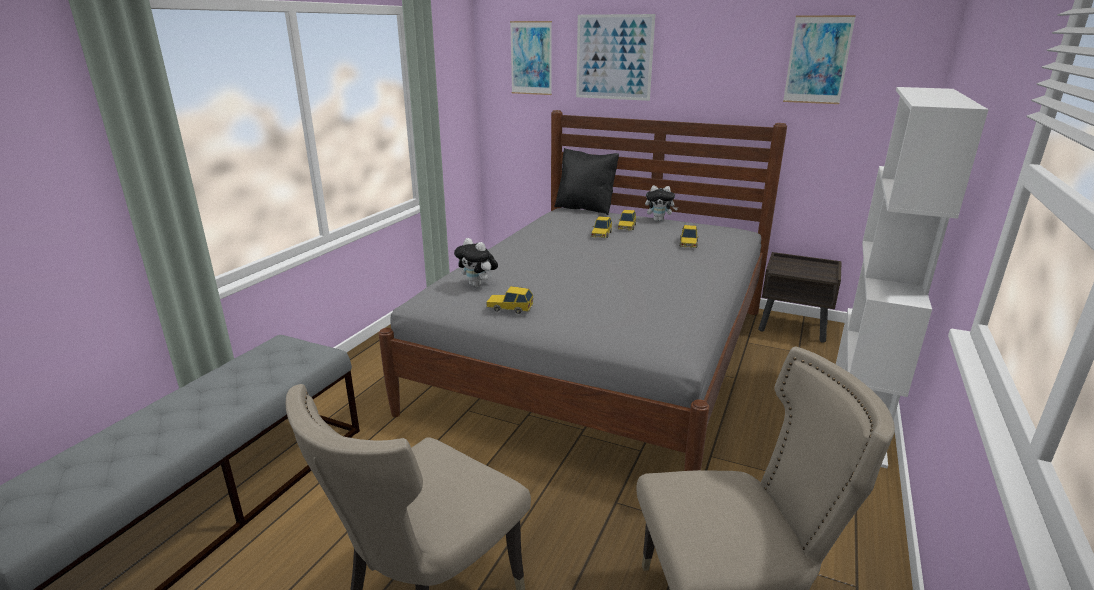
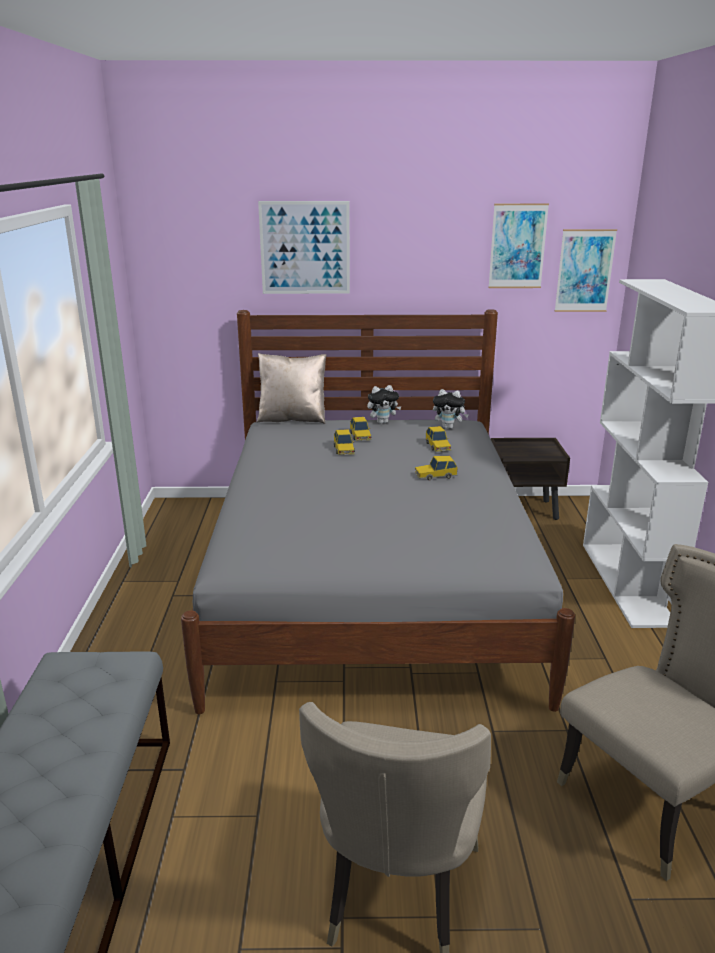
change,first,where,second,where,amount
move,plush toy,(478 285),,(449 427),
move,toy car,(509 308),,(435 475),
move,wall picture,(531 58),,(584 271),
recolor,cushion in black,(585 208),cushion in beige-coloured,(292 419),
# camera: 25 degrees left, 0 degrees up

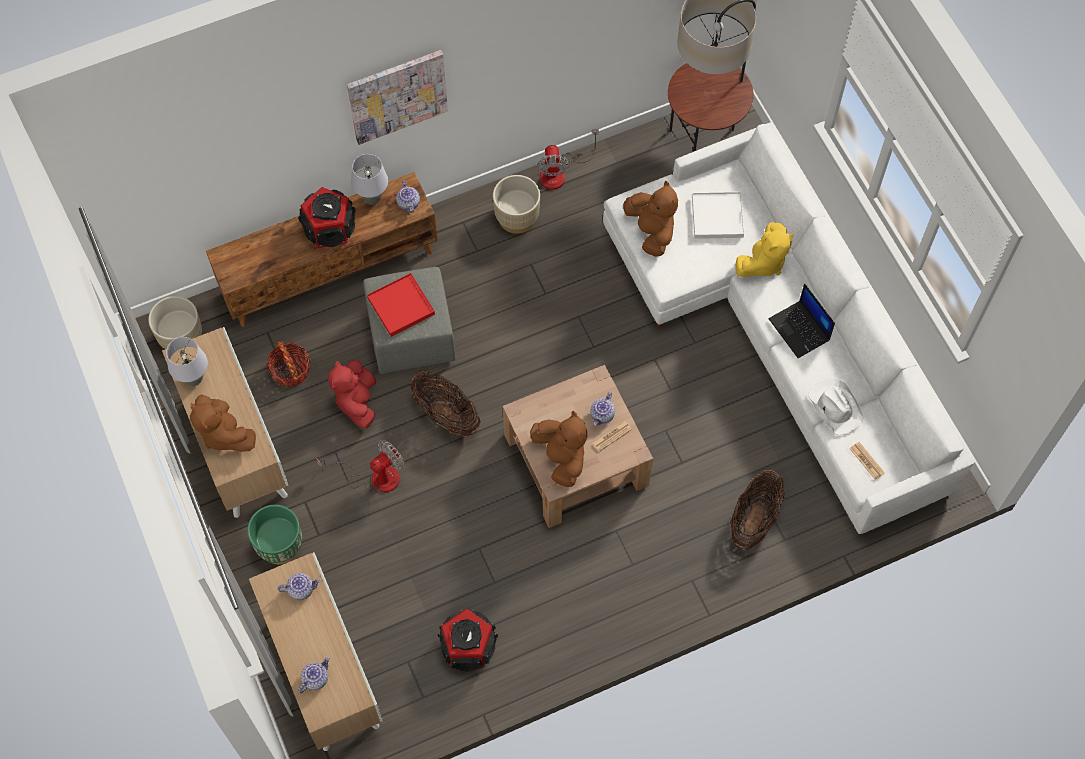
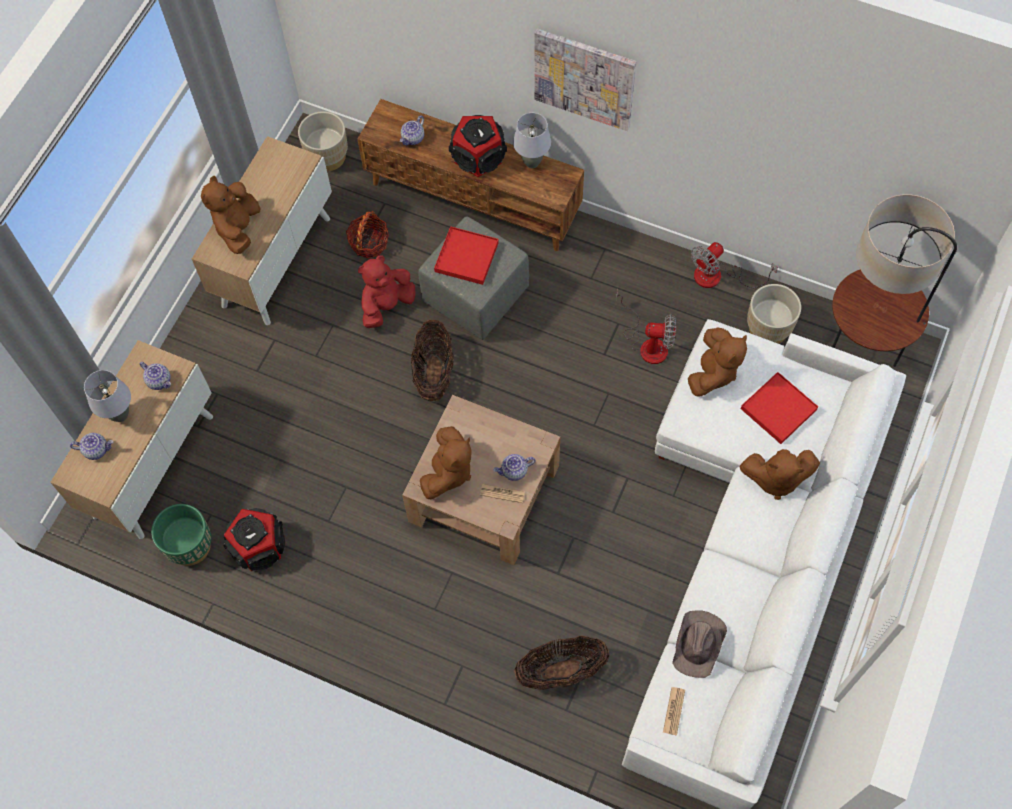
change,first,where,second,where,amount
delete,notebook computer,(800 330),,,
move,lamp for a table in gray,(194 379),,(120 415),
move,planter in greenish,(279 545),,(189 546),
move,cooling fan,(374 477),,(647 343),
move,tea pot,(409 203),,(413 138),
move,planter in beige-coloured,(517 217),,(768 328),
recolor,serving tray in white-coloured,(717 216),serving tray in red,(778 409),
recolor,plush toy in yellow-coloured,(763 262),plush toy in brown,(775 478),
recolor,hat in white-coloured,(835 406),hat in brown,(699 643),
# camera: 50 degrees right, 0 degrees up

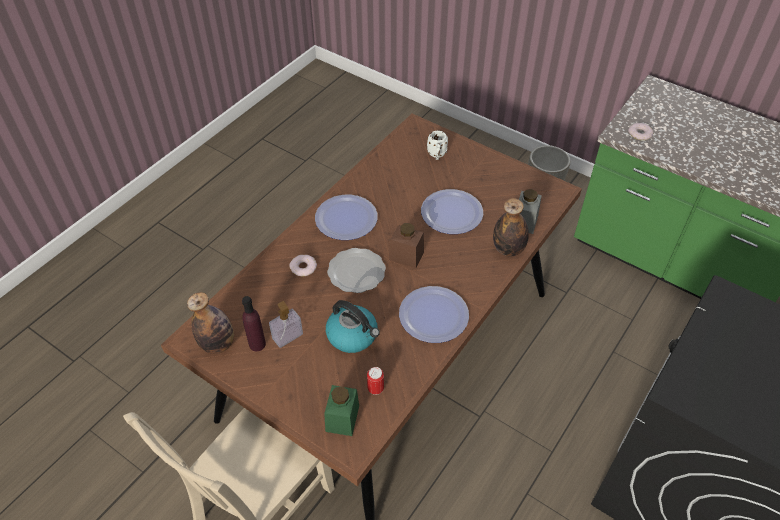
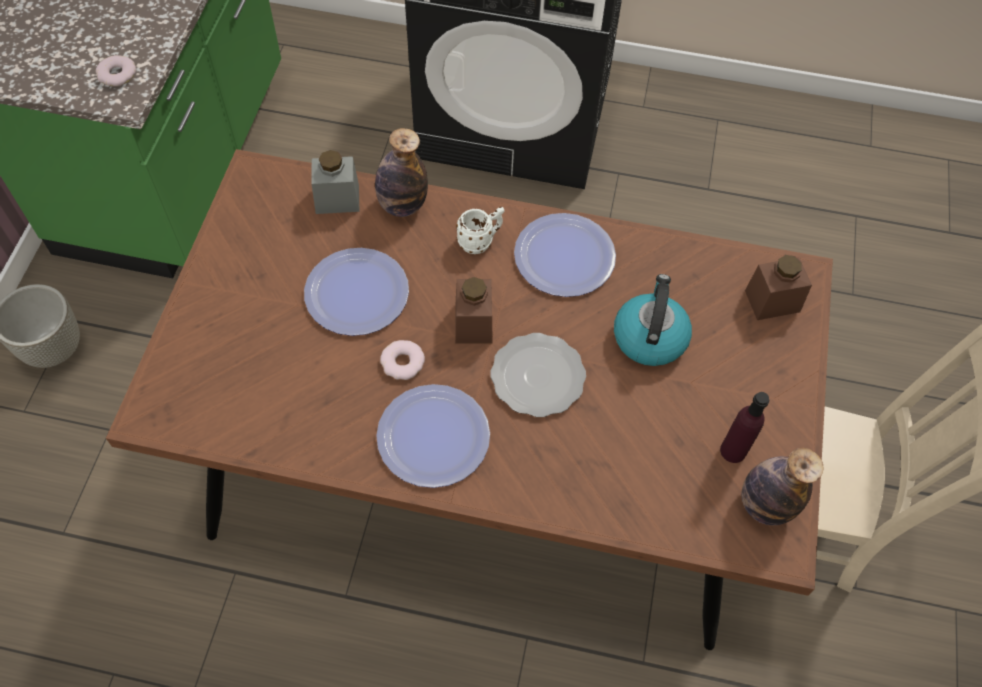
change,first,where,second,where,amount
delete,soap bottle,(287 336),,,
delete,can,(375 389),,,
move,doughnut,(303 267),,(403 362),
move,mug in white-coloured,(437 155),,(480 241),
recolor,storage jar in greenish,(342 418),storage jar in brown,(772 301),
# camera: 115 degrees left, 10 degrees up

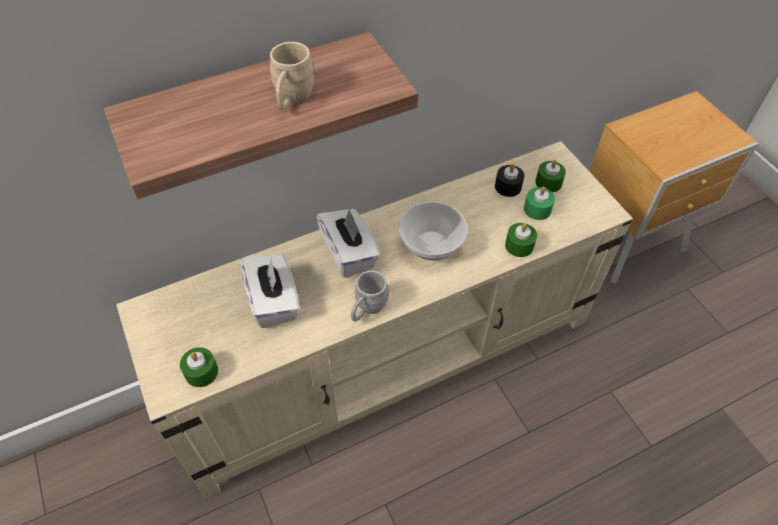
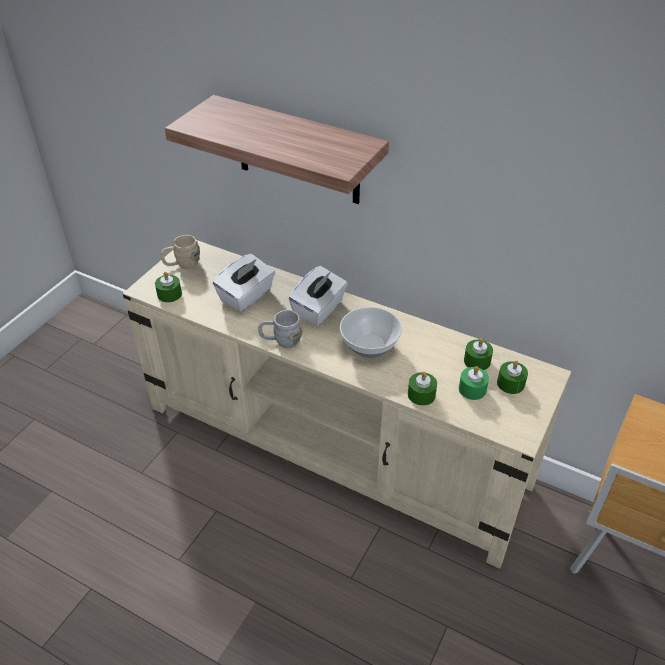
change,first,where,second,where,amount
move,mug in beige-coloured,(292 99),,(182 264),
recolor,wax light in black,(508 186),wax light in greenish,(477 361),
# camera: 55 degrees right, 10 degrees down

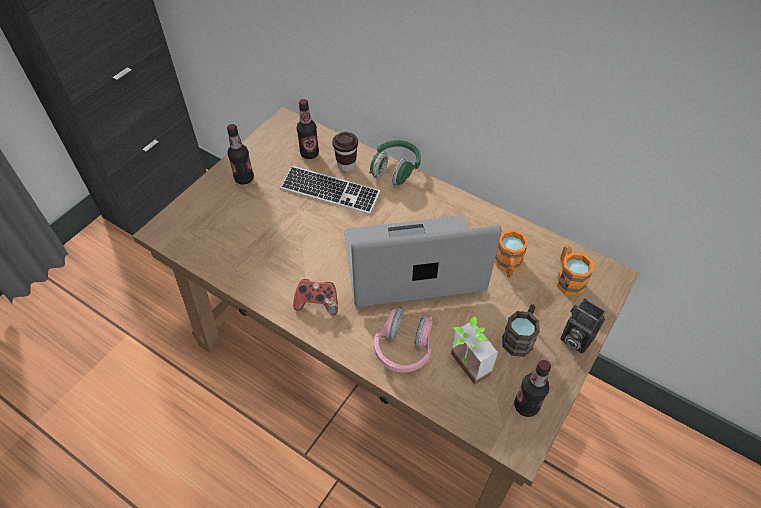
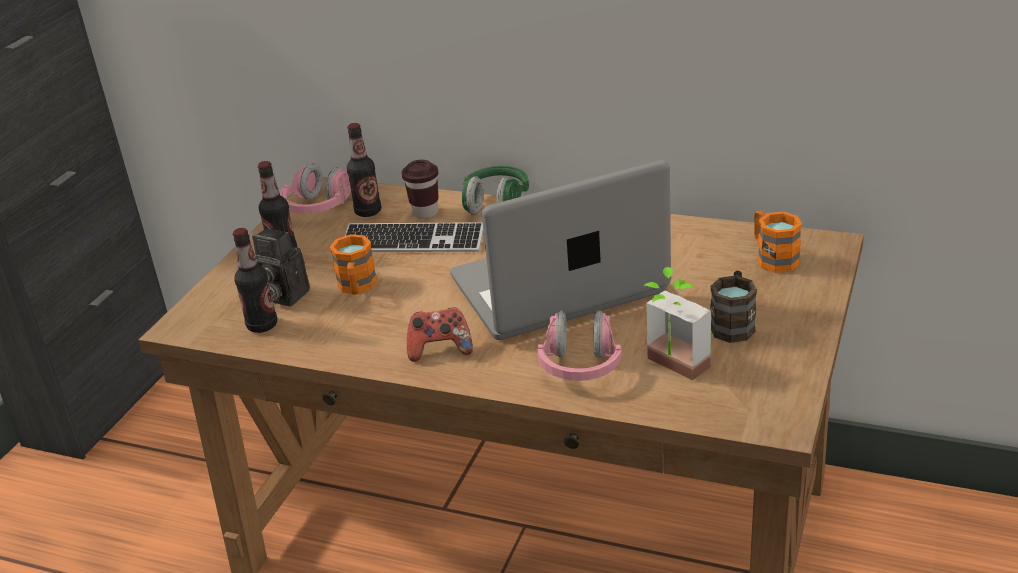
change,first,where,second,where,amount
insert,,,pair of headphones in pink-coloured,(318 208),
move,mug in orange,(508 266),,(357 288),
move,bottle,(526 406),,(262 325),
move,photo camera,(574 338),,(283 296),
# camera: 10 degrees left, 20 degrees down

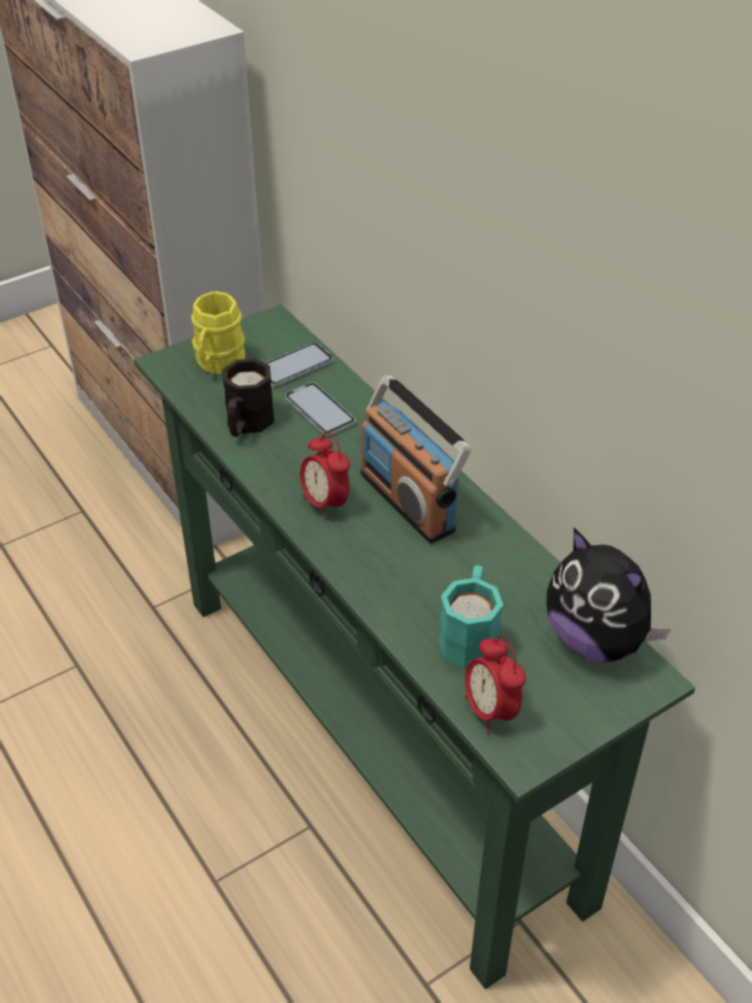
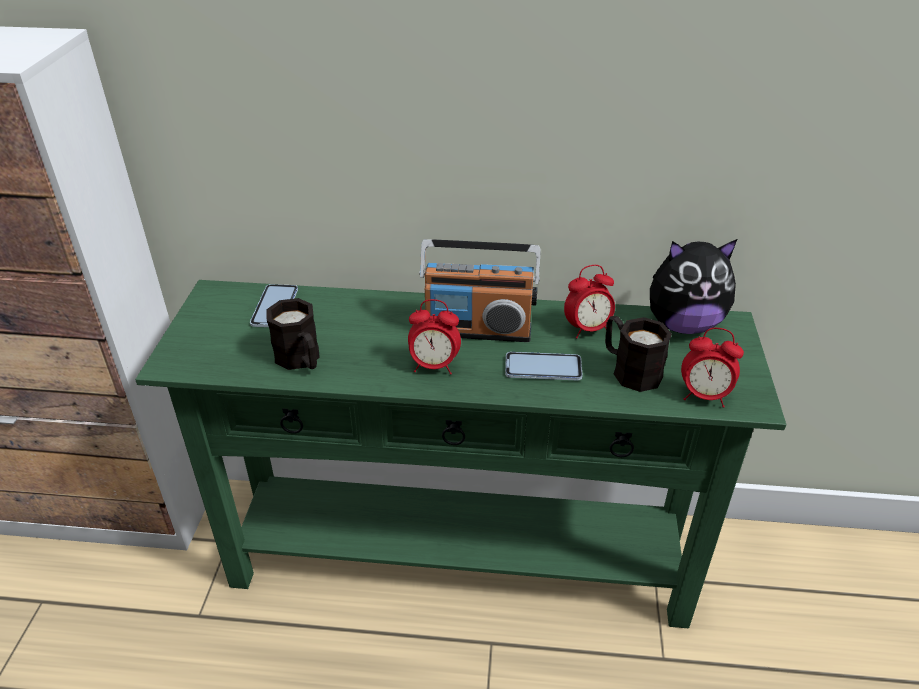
change,first,where,second,where,amount
delete,mug in yellow-coloured,(217 363),,,
insert,,,table clock,(587 329),
move,phone,(320 411),,(543 368),
recolor,mug in turquoise-coloured,(470 635),mug in black,(629 369),
# camera: 50 degrees left, 5 degrees down

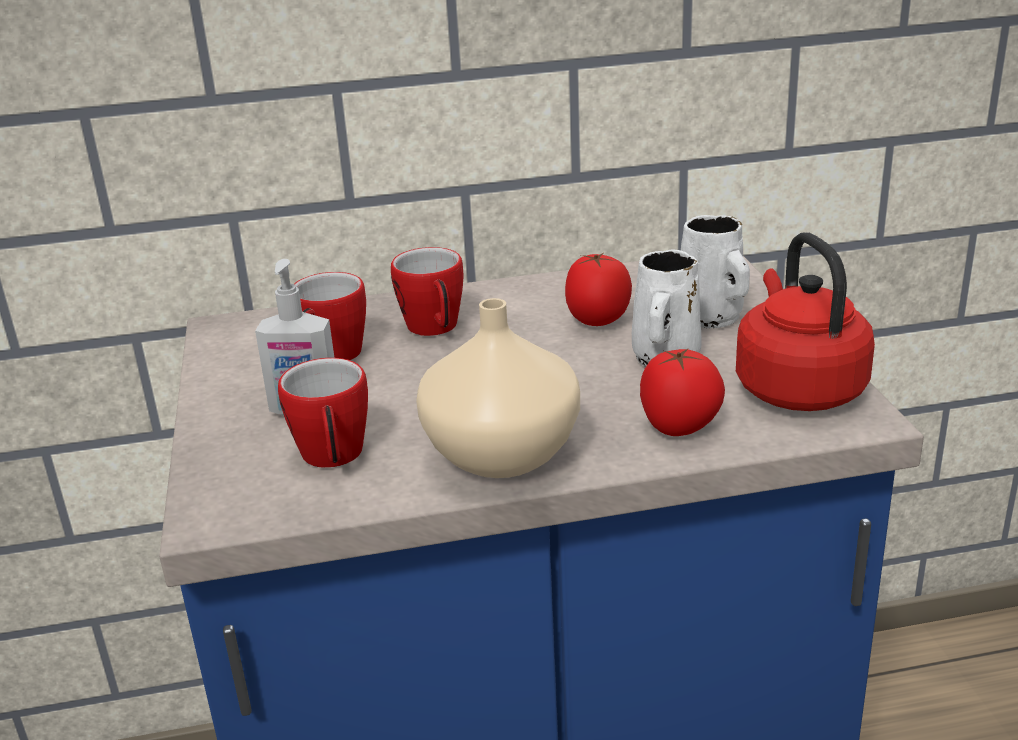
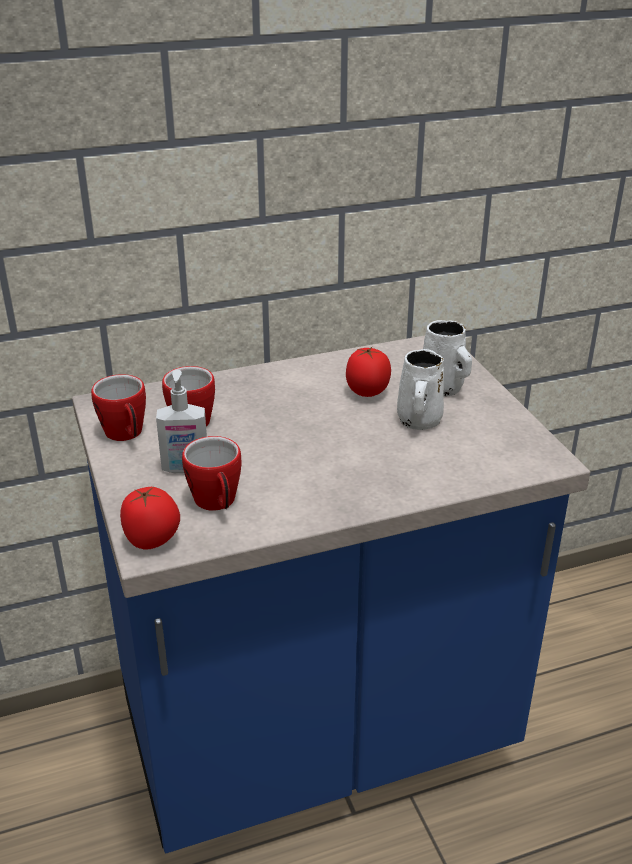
change,first,where,second,where,amount
delete,decorative vase in beige-coloured,(503 452),,,
delete,tea kettle in red,(796 387),,,
move,mug,(435 330),,(126 435),
move,whole tomato,(680 427),,(152 540),
# camera: 10 degrees left, 5 degrees up

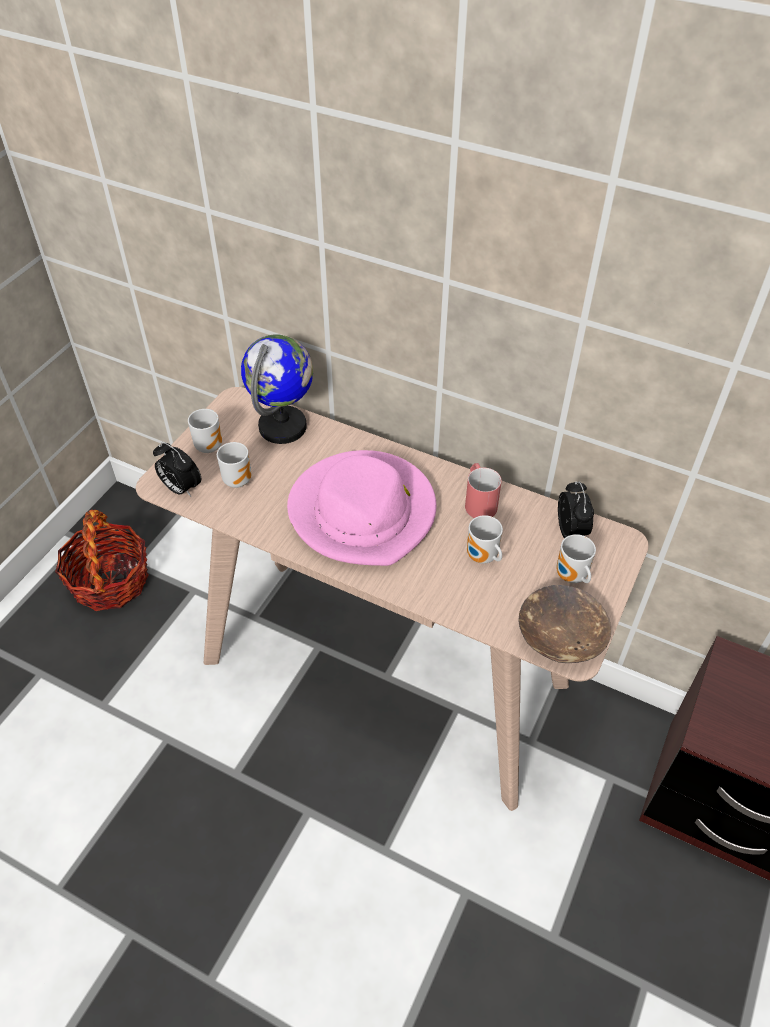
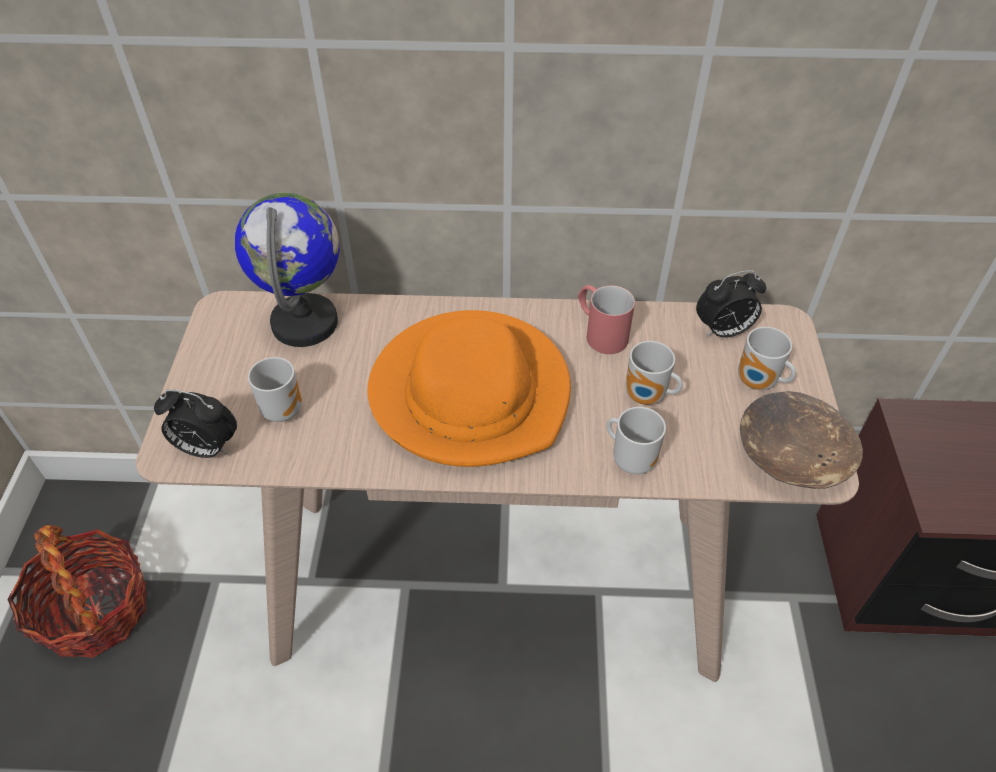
change,first,where,second,where,amount
move,mug,(209 445),,(632 459),
recolor,hat in pink-coloured,(364 512),hat in orange,(471 393),
rotate,table clock,(571 531),,(723 331),105 degrees clockwise
# camera: 25 degrees left, 0 degrees up

